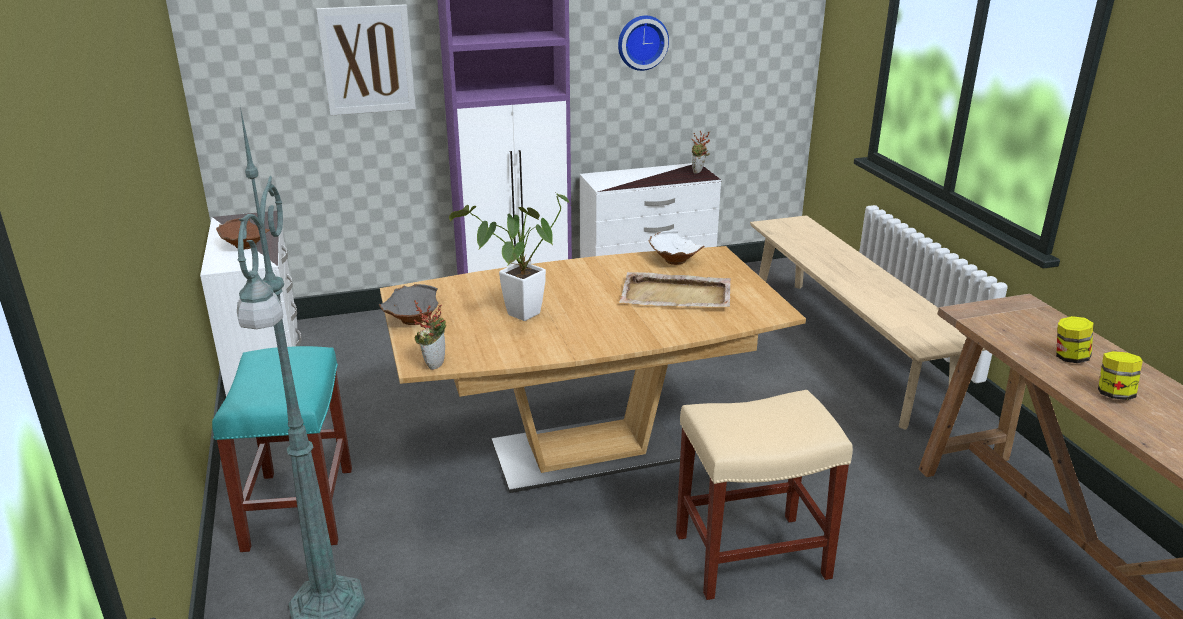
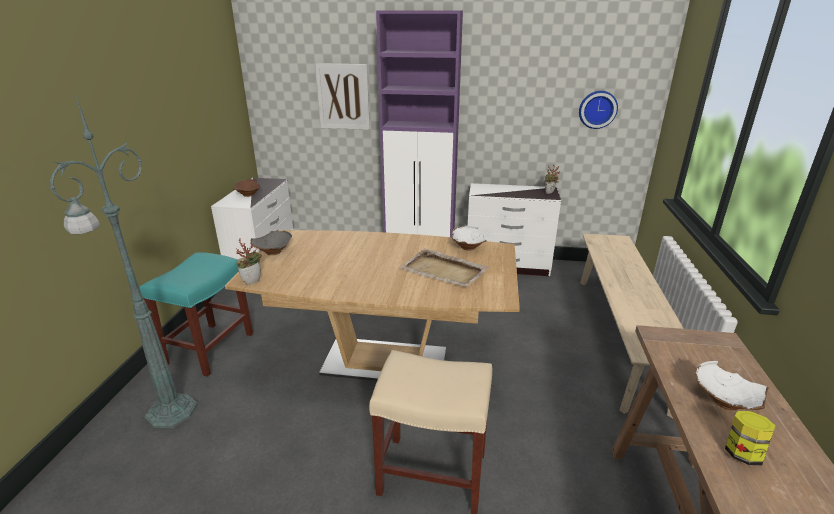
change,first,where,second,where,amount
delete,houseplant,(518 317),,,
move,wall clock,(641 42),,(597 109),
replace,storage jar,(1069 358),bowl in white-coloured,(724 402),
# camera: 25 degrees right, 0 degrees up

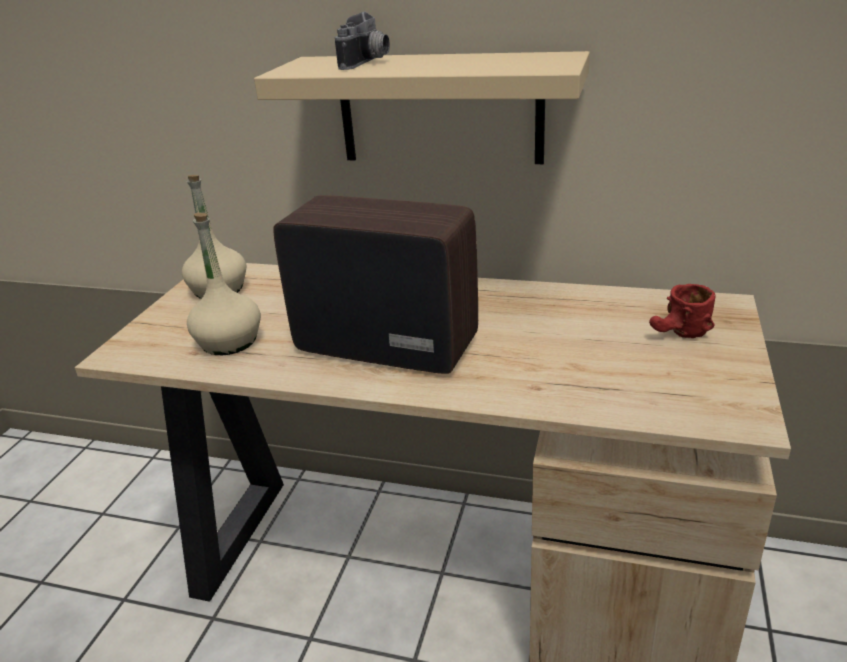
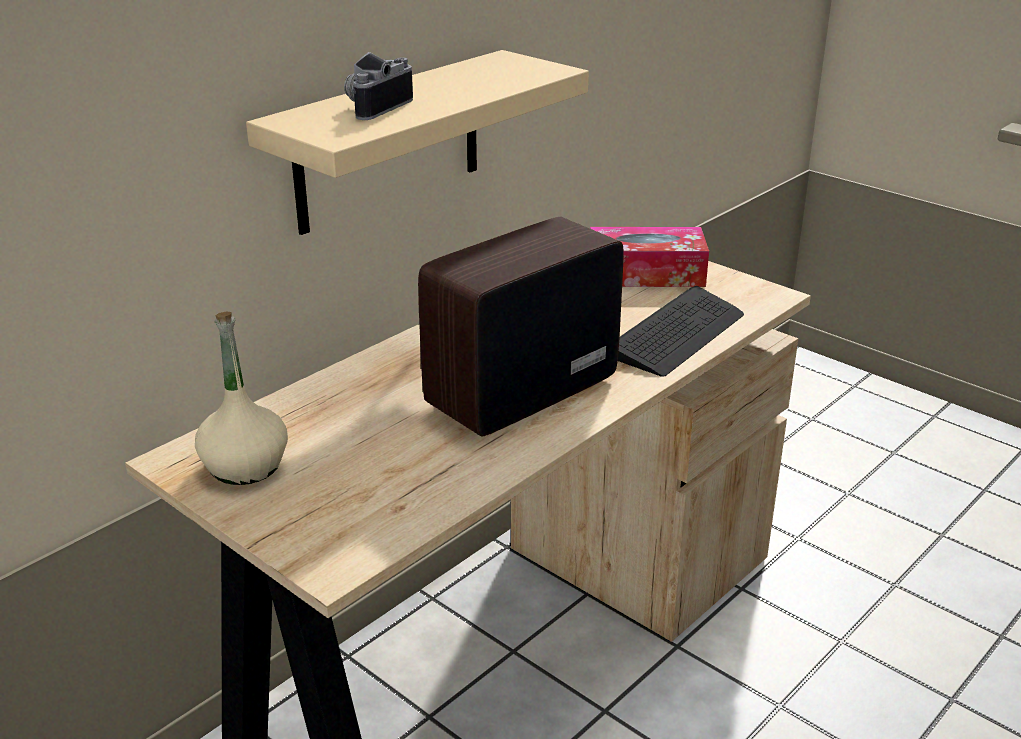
change,first,where,second,where,amount
delete,bottle in beige-coloured,(229 342),,,
insert,,,computer keyboard,(677 334),
replace,mug in red,(679 335),tissue box,(646 274),
rotate,photo camera,(367 63),,(374 106),105 degrees counterclockwise
# camera: 65 degrees left, 0 degrees up

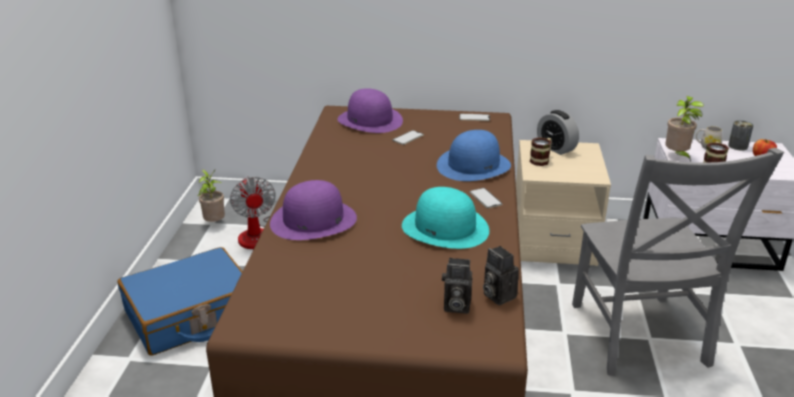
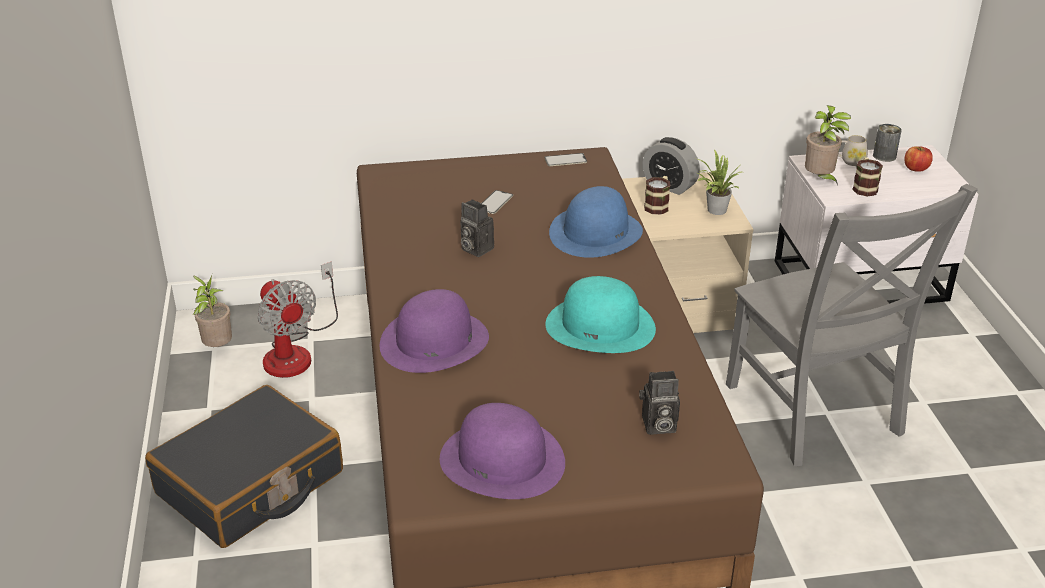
change,first,where,second,where,amount
delete,phone,(485 198),,,
insert,,,houseplant,(714 210),
move,hat in purplish,(370 120),,(503 460),
move,photo camera,(497 295),,(475 249),
recolor,travel case in blue,(191 315),travel case in black,(250 484),
# camera: 15 degrees left, 5 degrees up

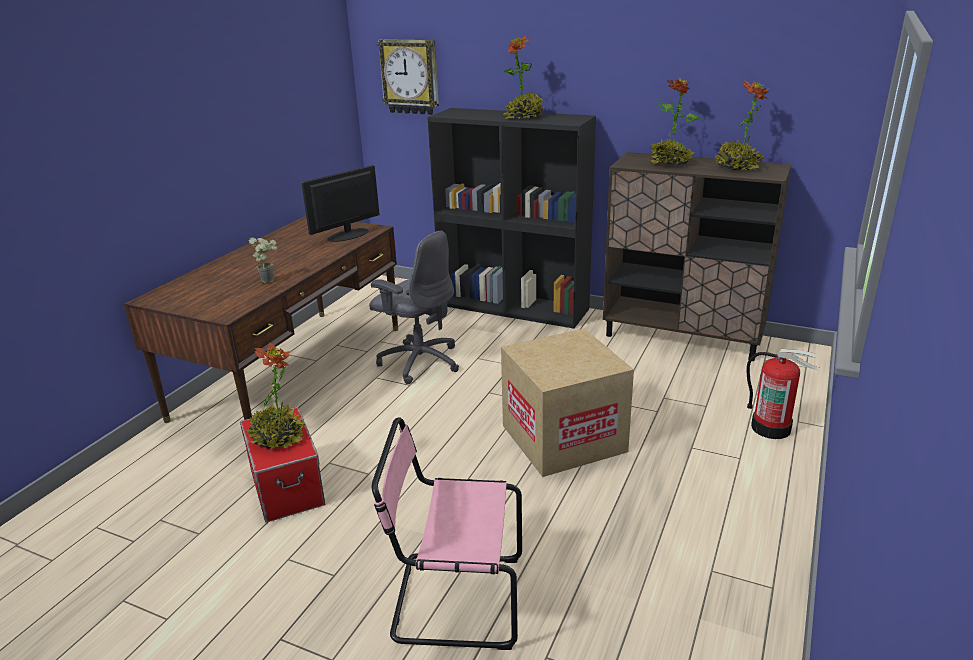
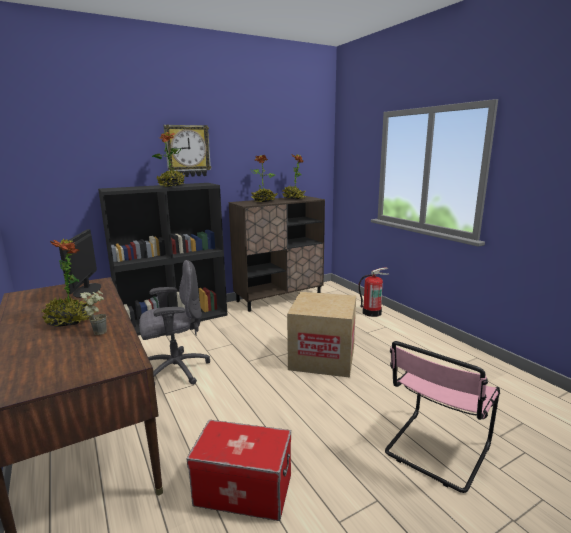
change,first,where,second,where,amount
move,houseplant,(278 438),,(69 321),
move,wall clock,(410 77),,(187 151),
# camera: 55 degrees left, 10 degrees down

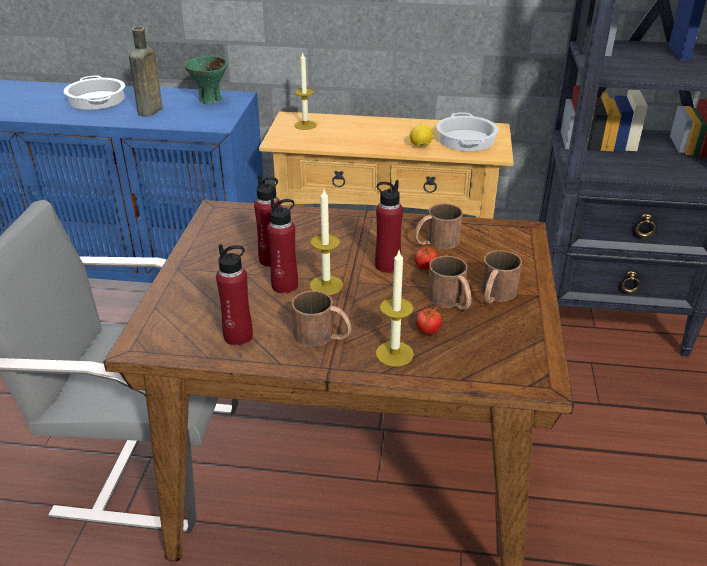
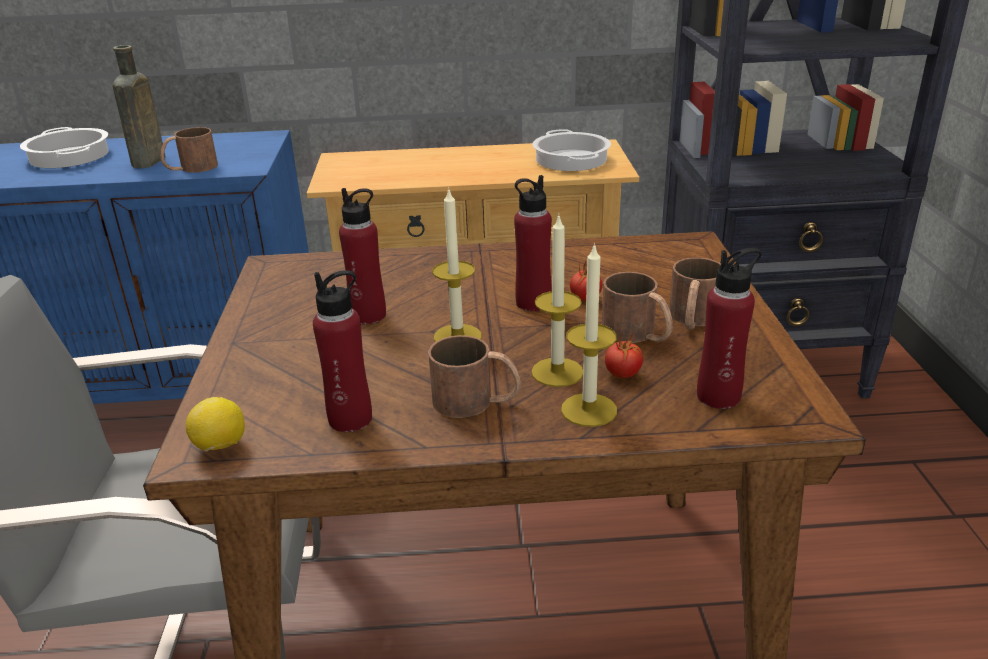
change,first,where,second,where,amount
delete,bowl in greenish,(210 100),,,
move,bottle in red,(285 286),,(718 396),
move,wax light,(305 125),,(557 372),
move,lemon,(420 146),,(220 447),
move,mug in brown,(435 242),,(191 168),
# camera: 10 degrees left, 5 degrees down

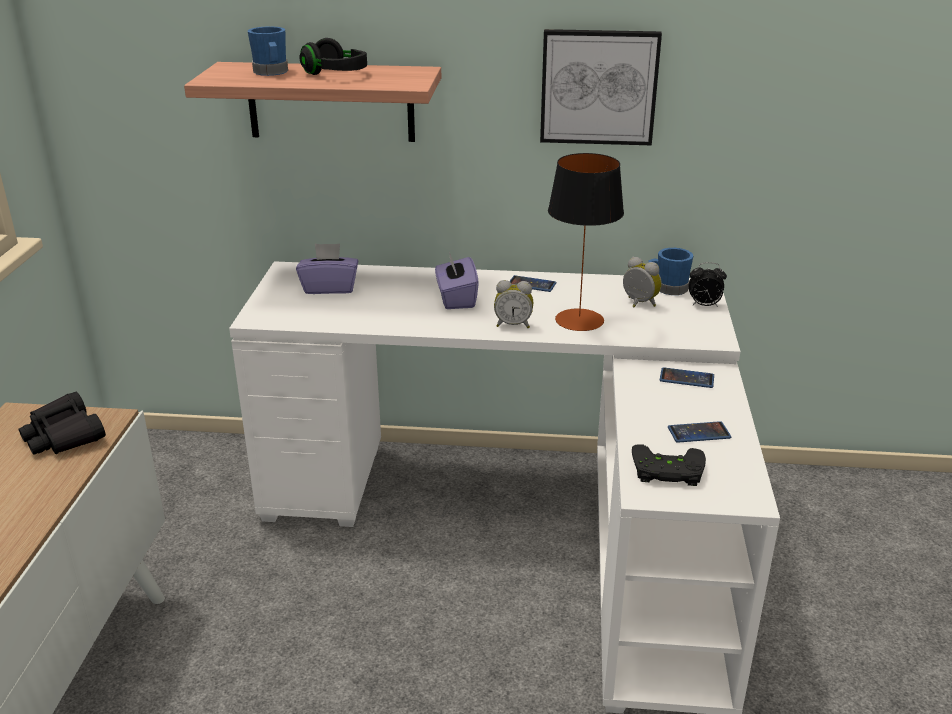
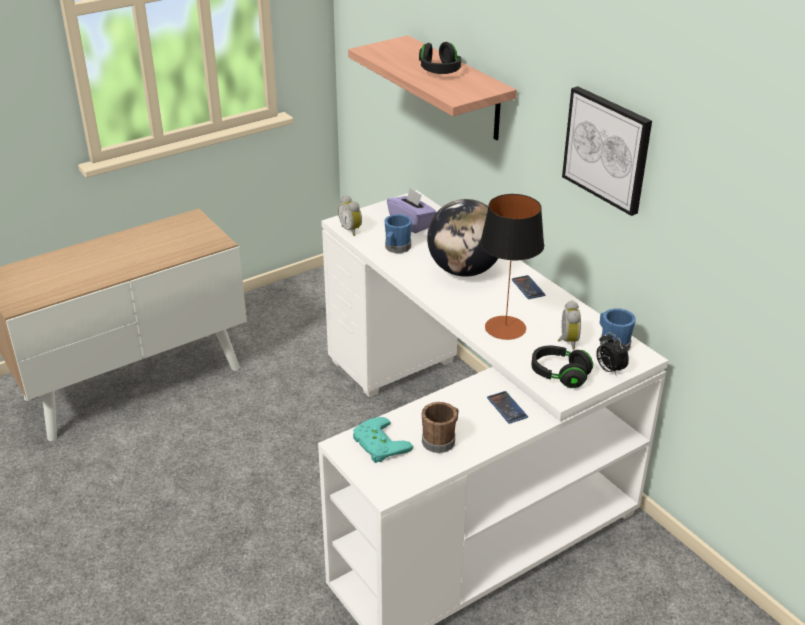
change,first,where,second,where,amount
delete,pair of binoculars in black,(63 435),,,
insert,,,pair of headphones in black,(559 375),
move,mug in blue,(271 72),,(396 248),
move,table clock,(513 324),,(352 230),
replace,tissue box in purplish,(456 299),world globe,(464 270),
replace,phone,(699 433),mug in brown,(441 440),
recolor,game controller in black,(667 472),game controller in turquoise-coloured,(377 445),
# camera: 50 degrees right, 5 degrees up

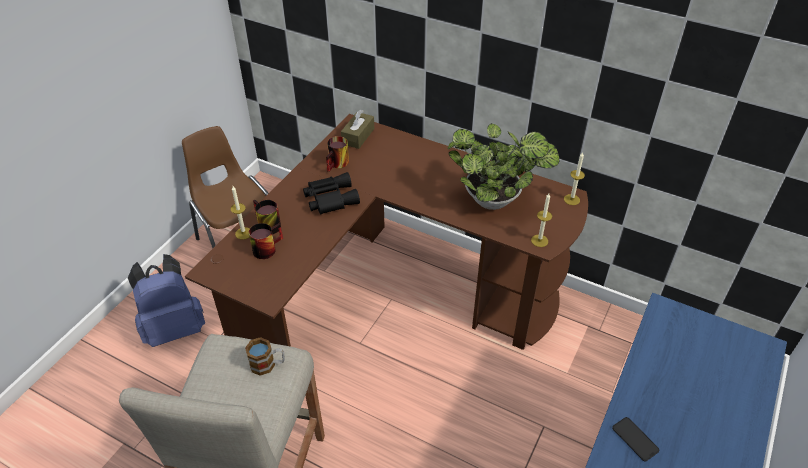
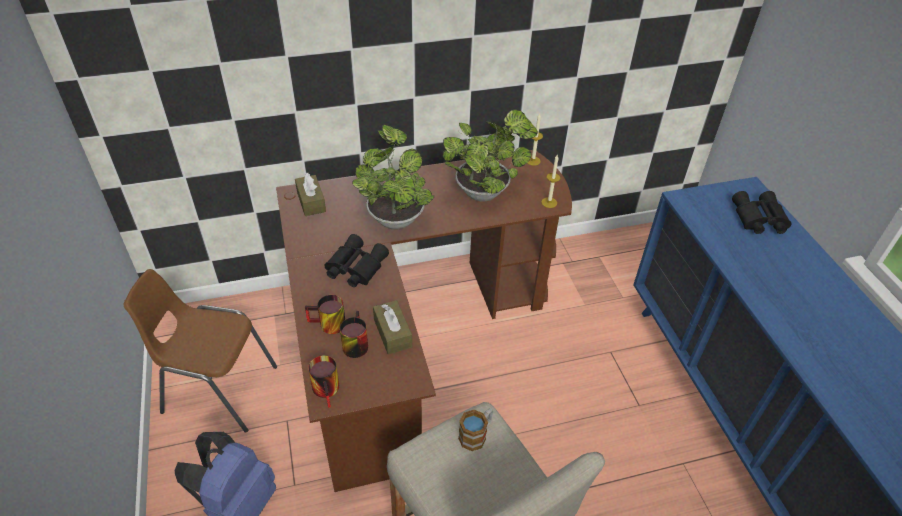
change,first,where,second,where,amount
delete,wax light,(243 233),,,
delete,phone,(635 439),,,
insert,,,houseplant,(395 217),
insert,,,tissue box in brown,(392 333),
insert,,,pair of binoculars in black,(758 219),
move,mug,(338 164),,(329 390),
# camera: 45 degrees left, 0 degrees up

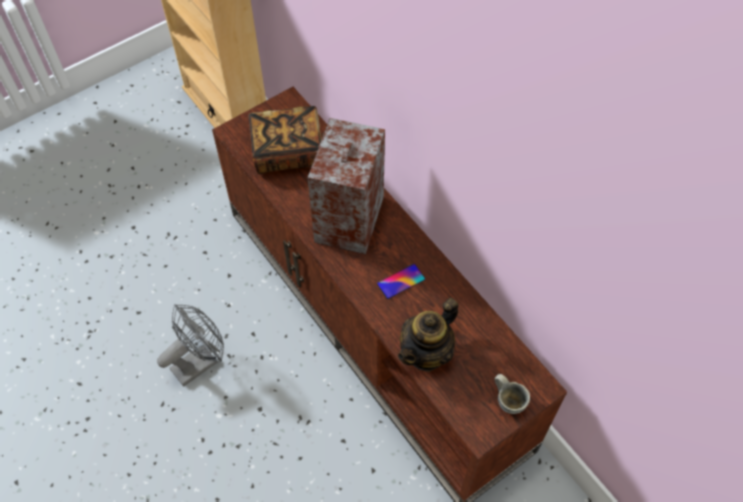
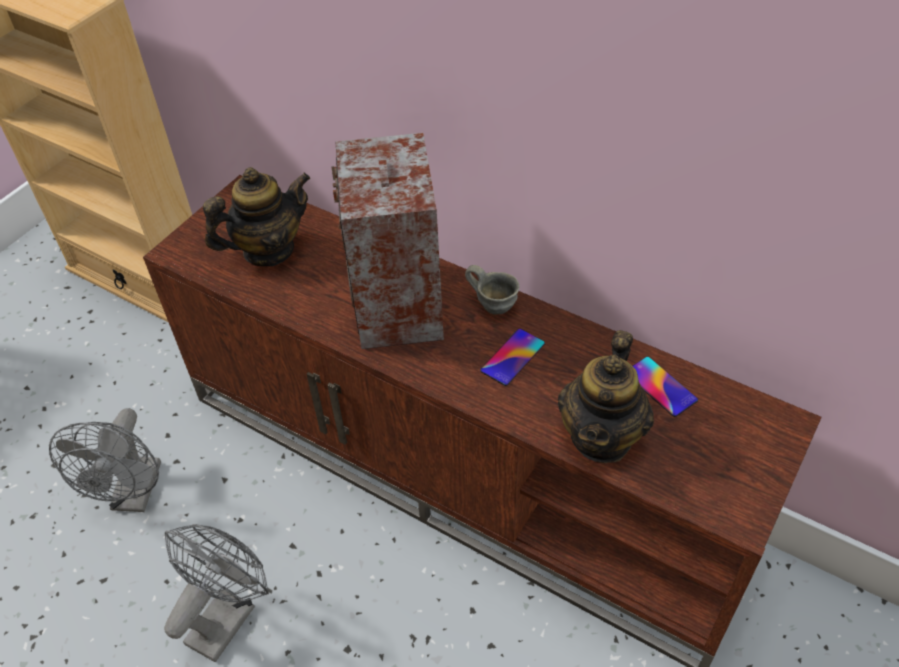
change,first,where,second,where,amount
insert,,,cooling fan in gray,(134 496),
insert,,,phone,(660 386),
move,mug in gray,(509 401),,(494 304),
replace,volume,(288 151),tea pot,(268 250),
# camera: 20 degrees left, 10 degrees down

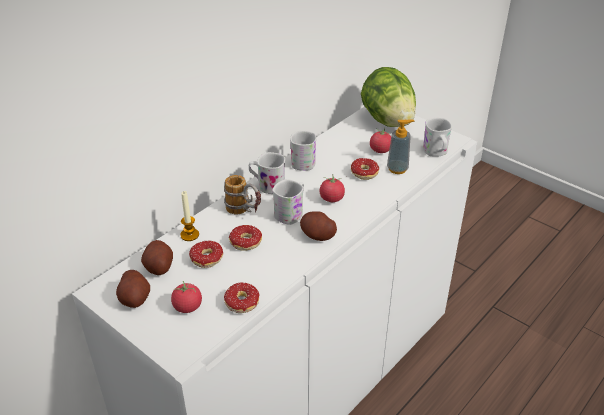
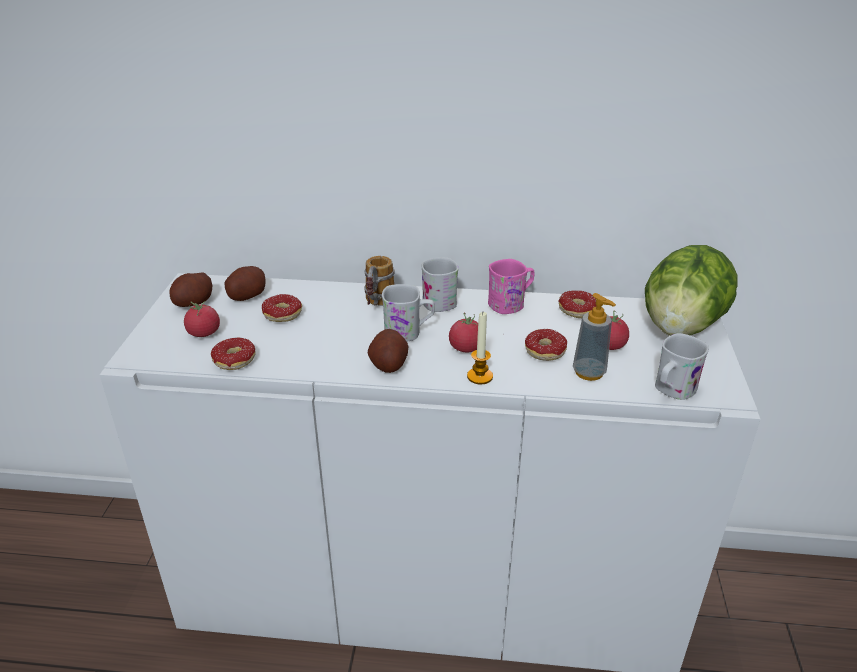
change,first,where,second,where,amount
move,wax light,(189 235),,(480 376),
move,doughnut,(245 246),,(571 312),
recolor,mug in white-coloured,(303 161),mug in pink-coloured,(511 304),
# camera: 55 degrees right, 5 degrees down

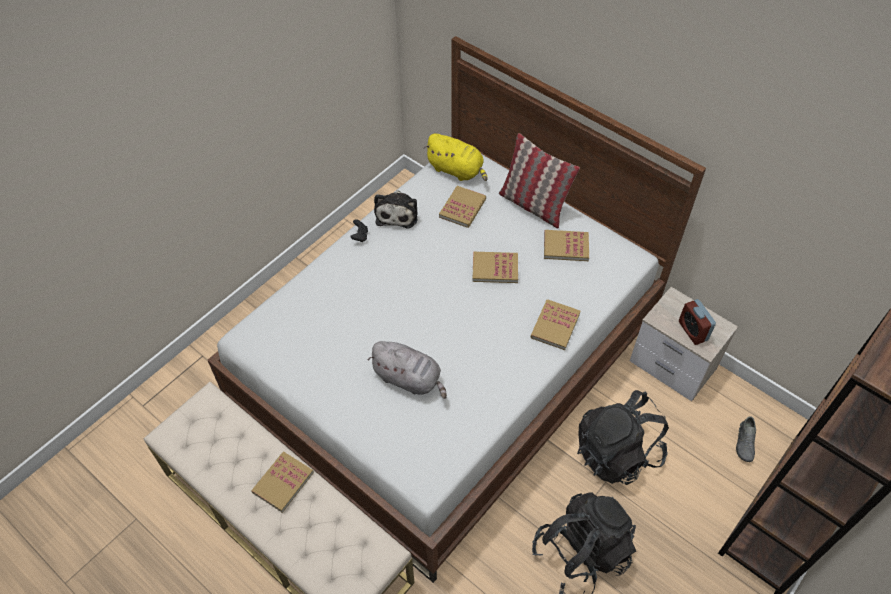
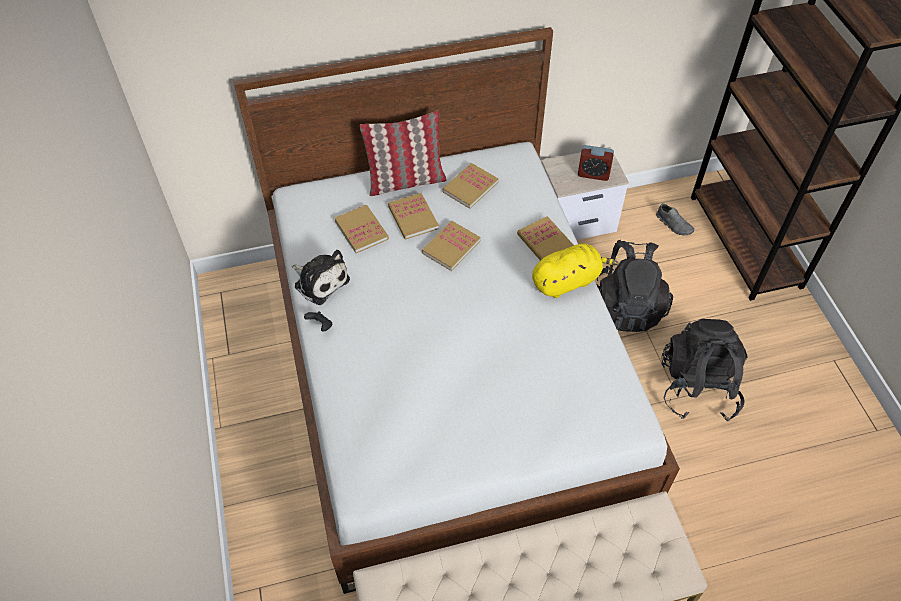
change,first,where,second,where,amount
delete,plush toy in gray,(409 379),,,
move,volume,(283 482),,(413 217),
move,plush toy in yellow-coloured,(457 170),,(567 281),
# camera: 55 degrees left, 0 degrees up

